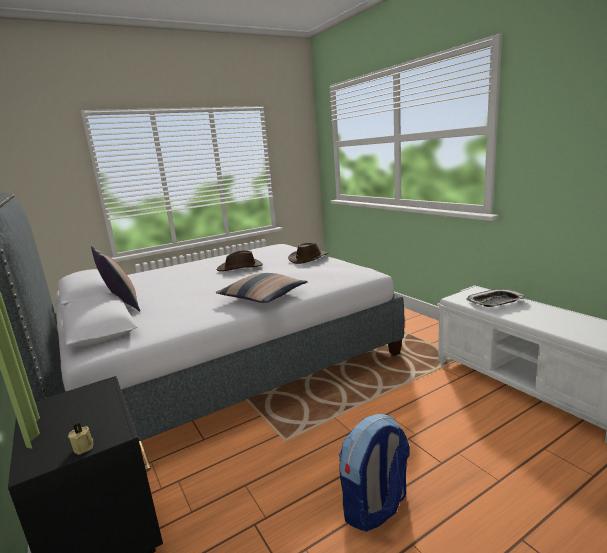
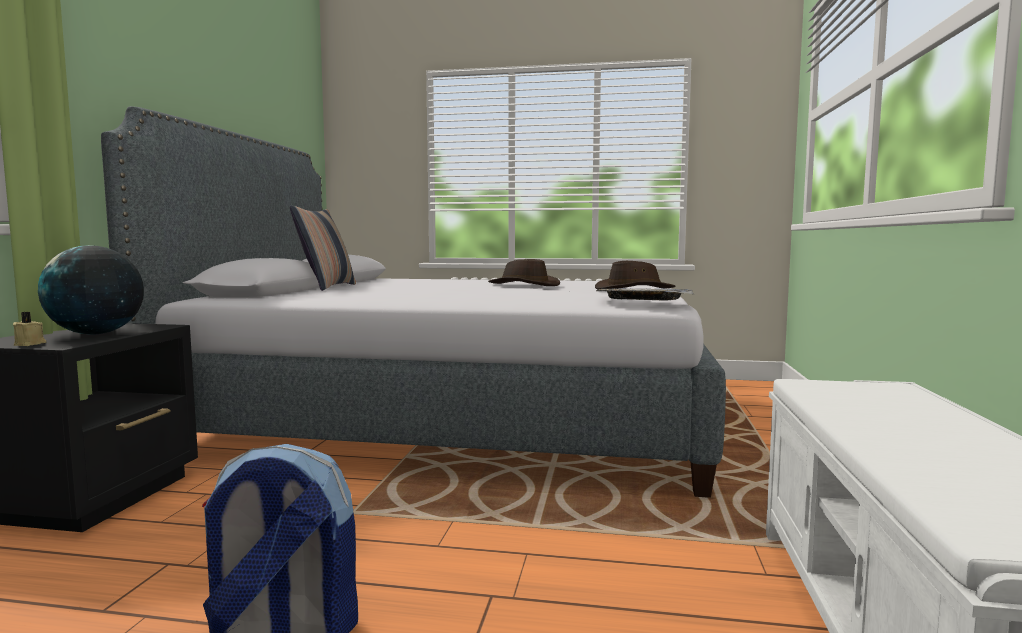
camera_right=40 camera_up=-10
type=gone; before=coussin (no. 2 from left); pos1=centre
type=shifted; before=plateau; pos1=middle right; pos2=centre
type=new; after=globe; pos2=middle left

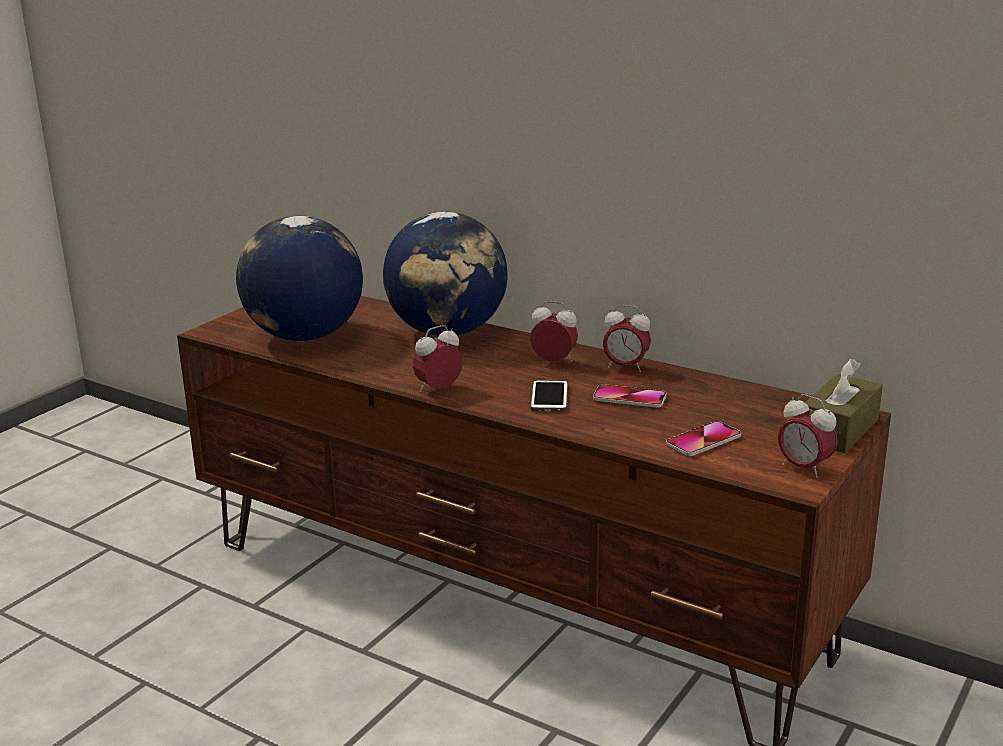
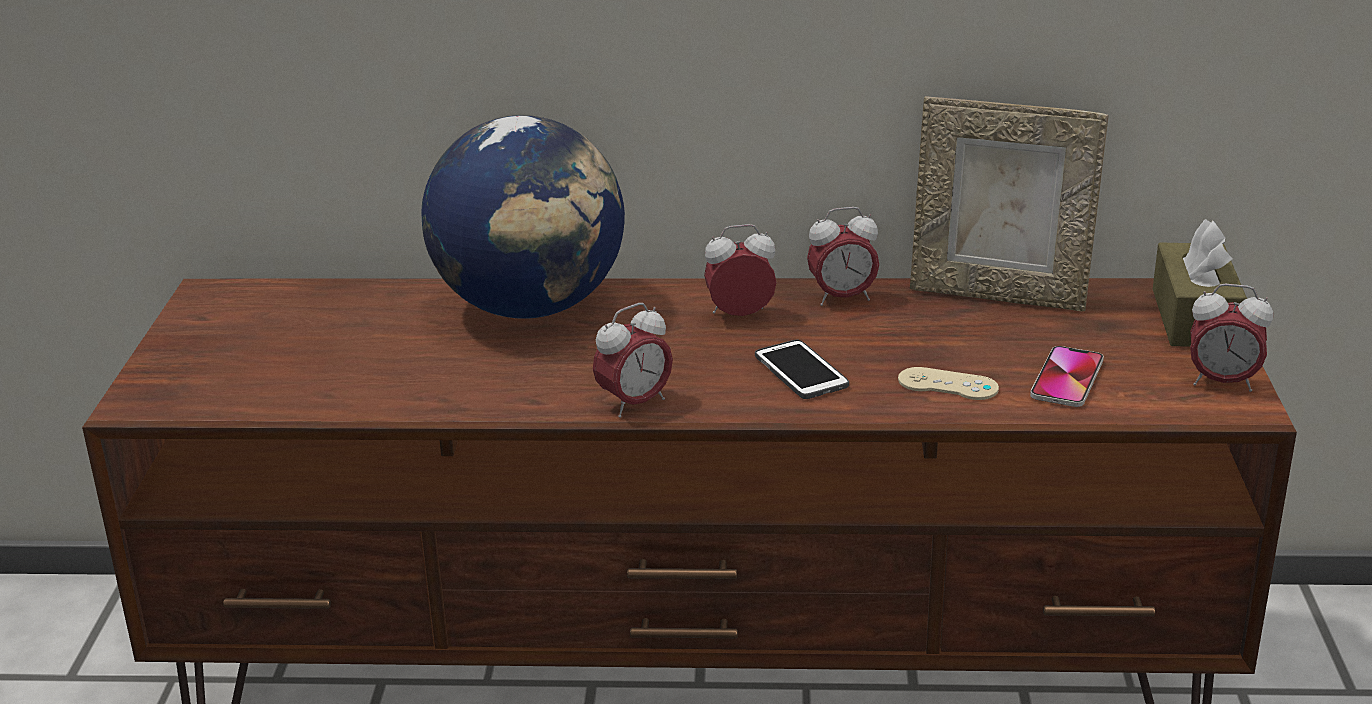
camera_right=-30 camera_up=5
type=gone; before=globe (no. 1 from left); pos1=middle left
type=rotated; before=réveil (no. 1 from left); pos1=centre; pos2=centre; turn=-150
type=gone; before=téléphone (no. 2 from left); pos1=centre
type=new; after=cadre photo; pos2=top right
type=new; after=manette [beige]; pos2=middle right

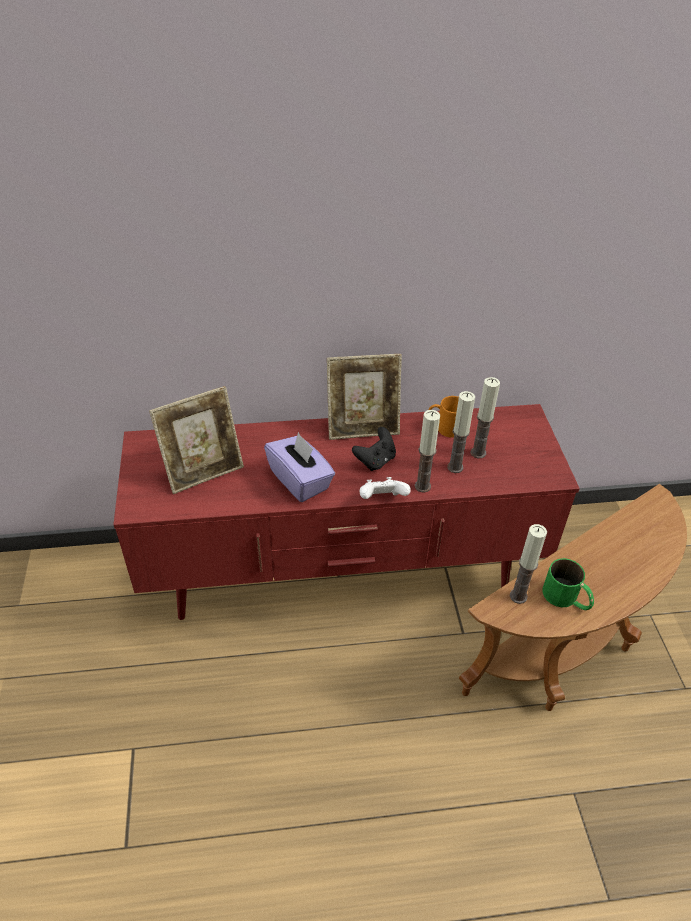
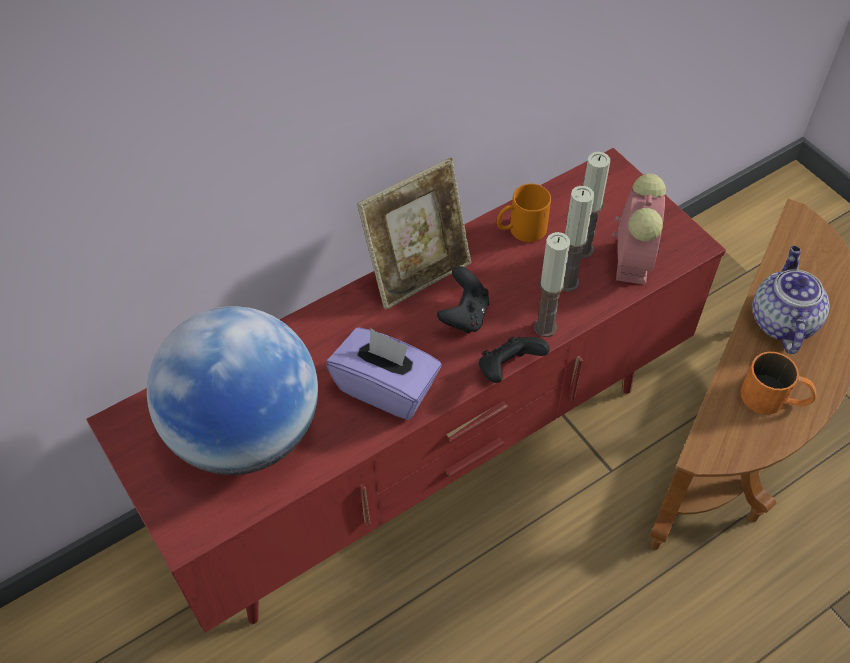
camera_right=-25 camera_up=10
type=swapped; before=cadre photo (no. 1 from left); after=globe; pos1=middle left; pos2=middle left
type=repainted; before=manette [blanc]; after=manette [noir] (no. 2 from left); pos1=centre; pos2=centre
type=gone; before=bougie (no. 4 from left); pos1=middle right
type=repainted; before=mug [vert]; after=mug [orange] (no. 2 from left); pos1=middle right; pos2=middle right
type=new; after=réveil; pos2=middle right
type=new; after=théière; pos2=middle right

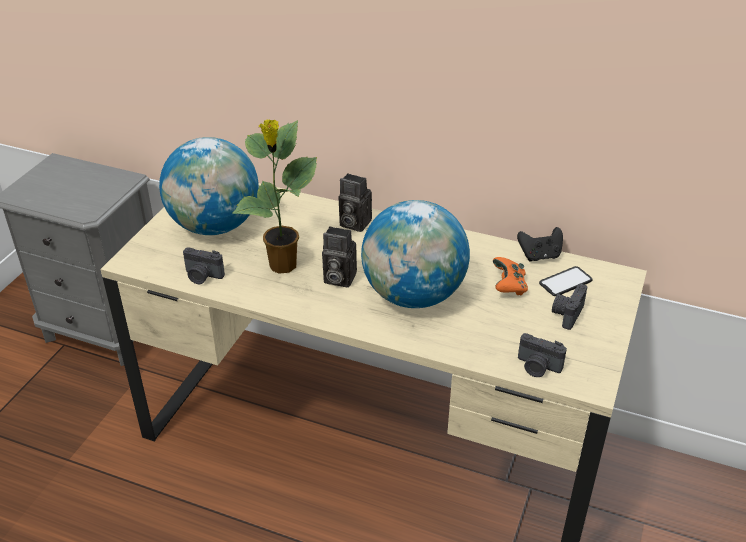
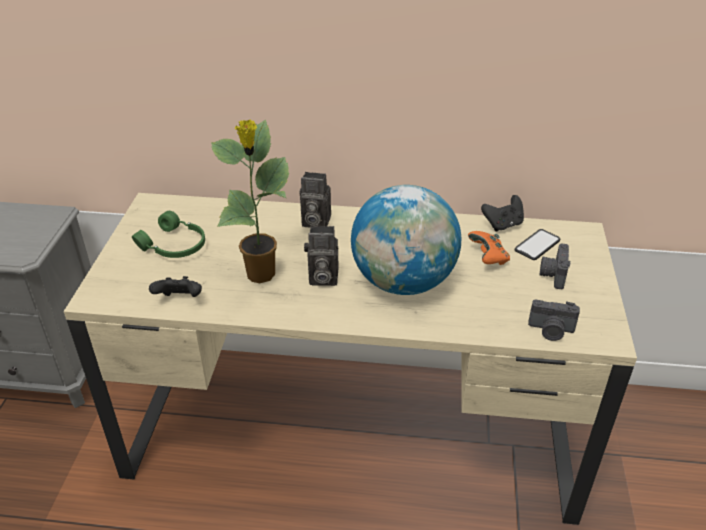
camera_right=-15 camera_up=0
type=swapped; before=globe (no. 1 from left); after=casque audio [vert]; pos1=middle left; pos2=middle left
type=swapped; before=appareil photo (no. 1 from left); after=manette [noir] (no. 1 from left); pos1=middle left; pos2=middle left

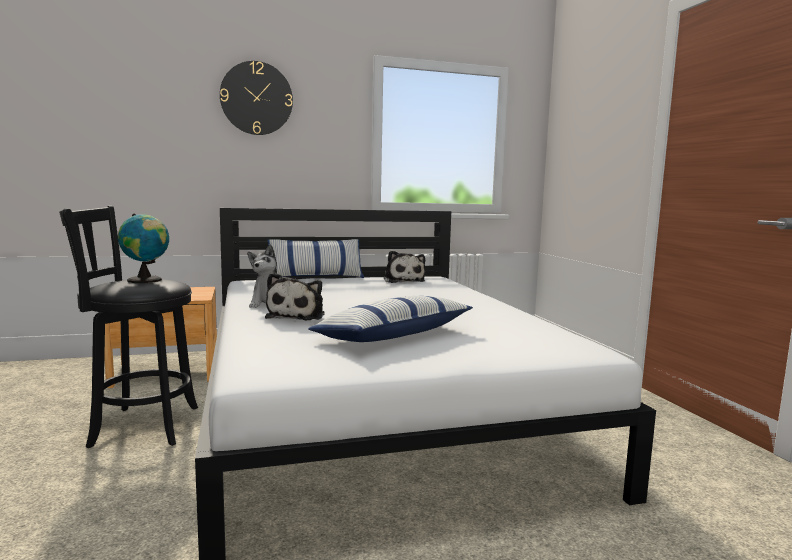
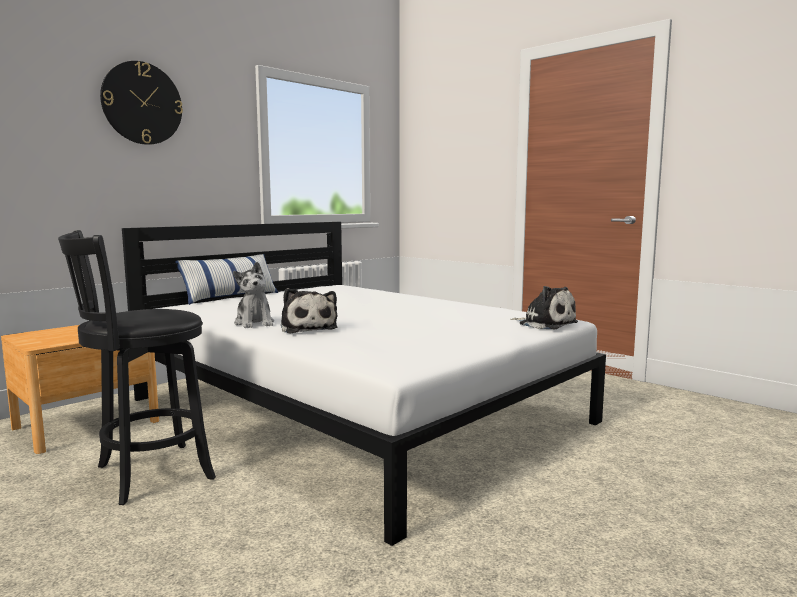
camera_right=-30 camera_up=0
type=gone; before=globe; pos1=middle left
type=shifted; before=peluche (no. 3 from left); pos1=centre; pos2=middle right
type=gone; before=coussin (no. 2 from left); pos1=centre

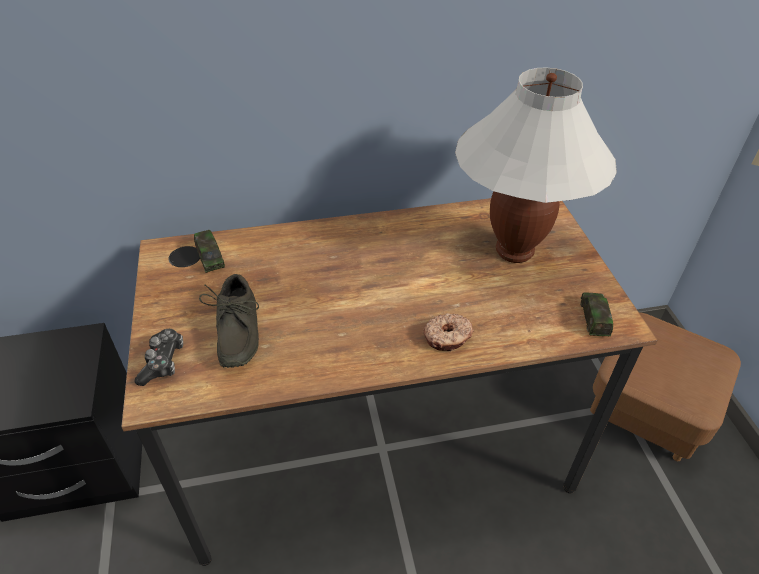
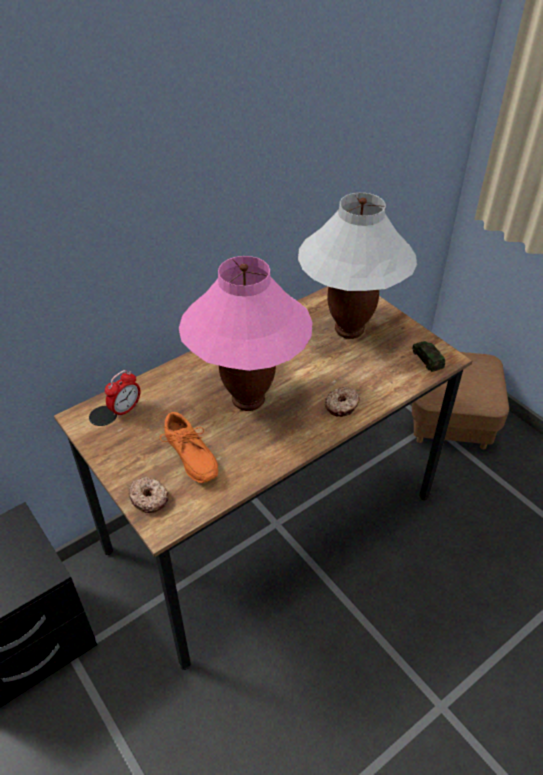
camera_right=-25 camera_up=0
type=swapped; before=petite voiture (no. 1 from left); after=réveil; pos1=middle left; pos2=middle left
type=repainted; before=chaussure [gris]; after=chaussure [orange]; pos1=middle left; pos2=centre
type=swapped; before=manette; after=beignet (no. 1 from left); pos1=middle left; pos2=middle left
type=new; after=lampe de table [rose]; pos2=centre

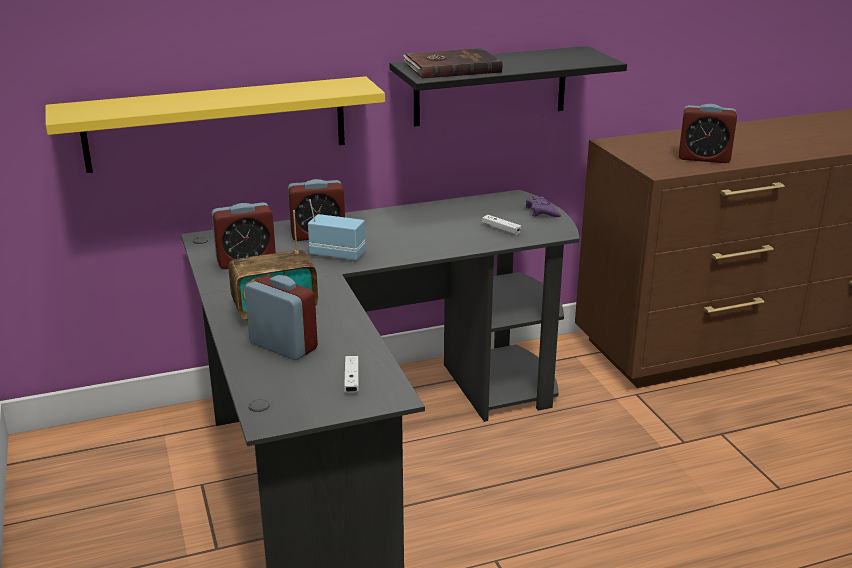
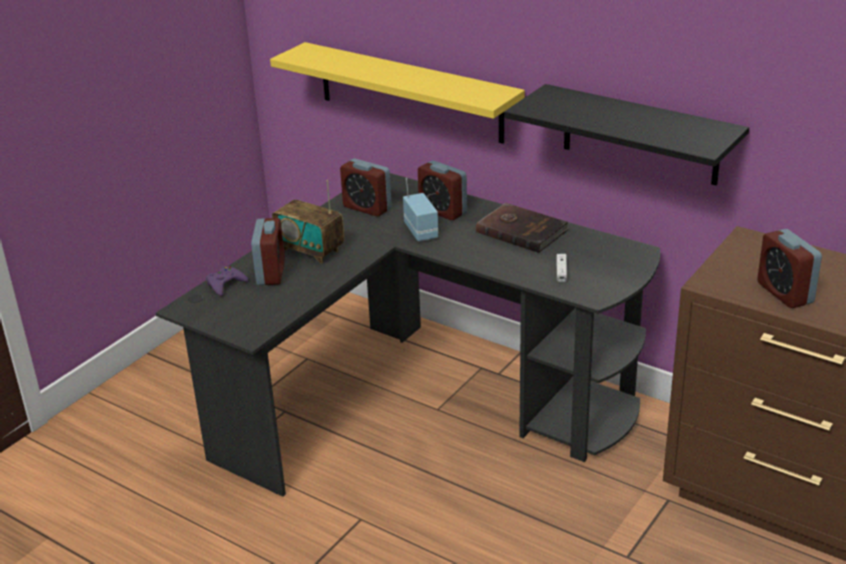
camera_right=55 camera_up=5
type=shifted; before=livre [marron]; pos1=top centre; pos2=centre
type=shifted; before=manette [violet]; pos1=centre; pos2=middle left
type=gone; before=manette [blanc] (no. 1 from left); pos1=centre

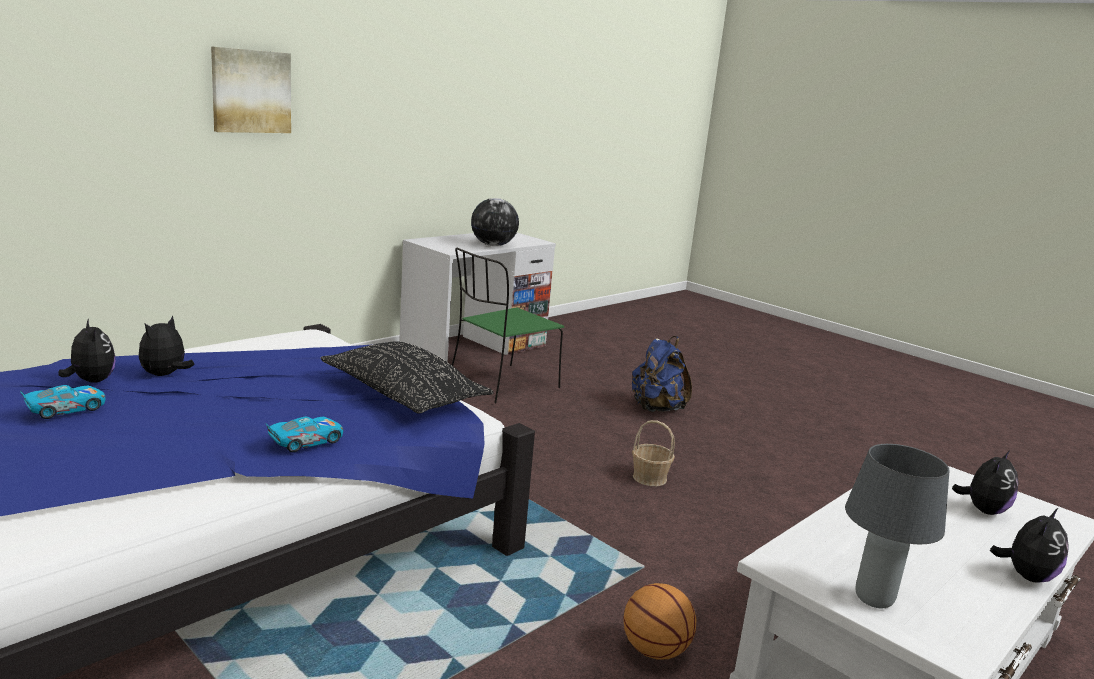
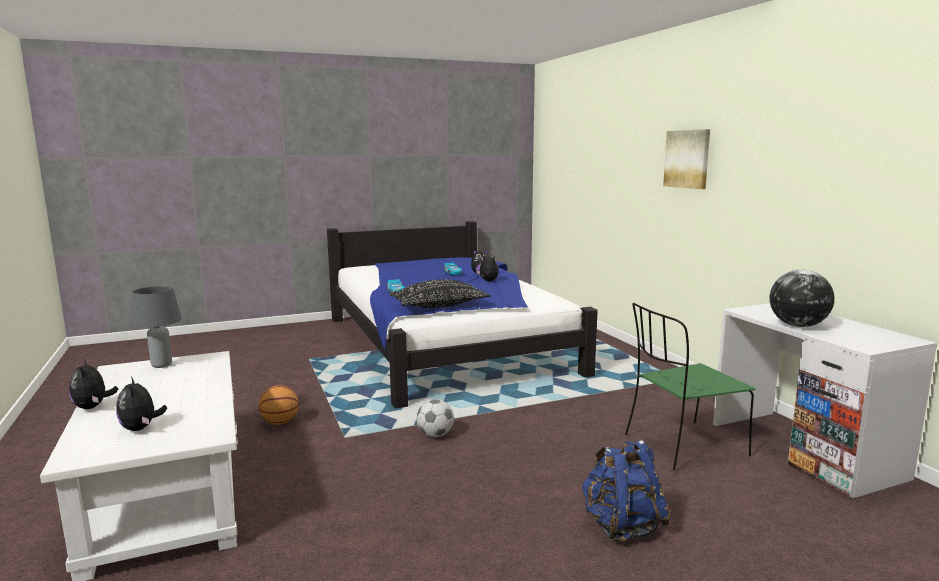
camera_right=115 camera_up=-5
type=rotated; before=chaise [vert]; pos1=centre; pos2=middle right; turn=-90
type=gone; before=panier; pos1=bottom centre
type=new; after=ballon de foot; pos2=bottom centre

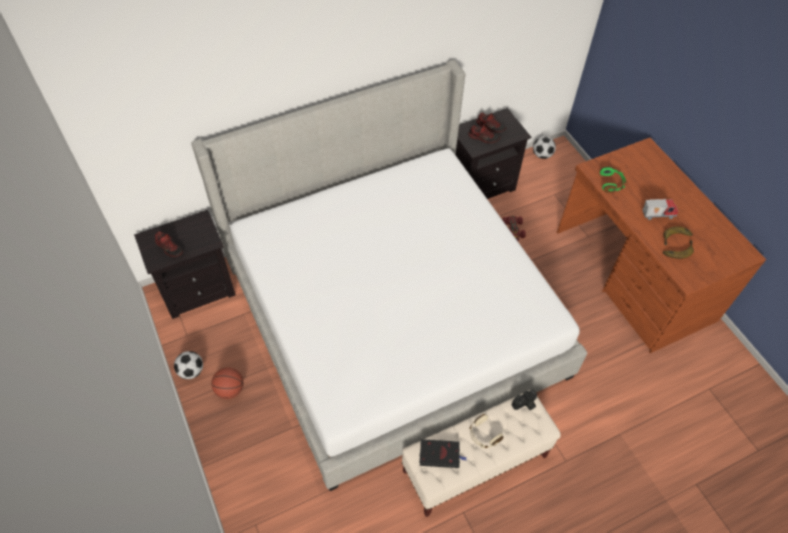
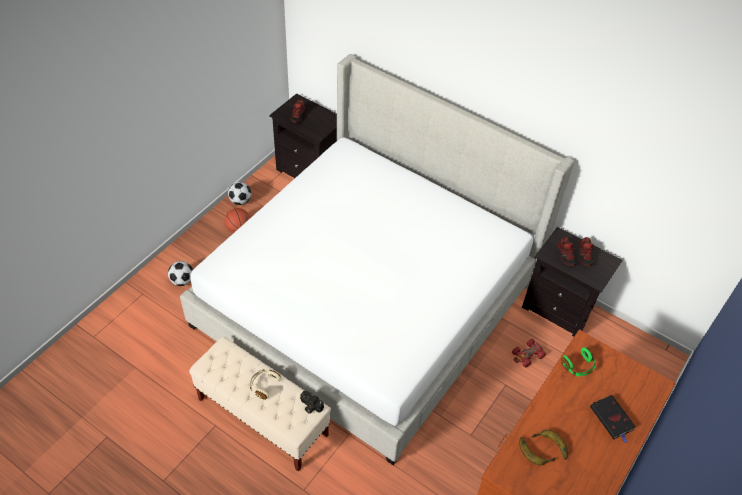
camera_right=60 camera_up=-5
type=shifted; before=ballon de foot (no. 2 from left in the first image); after=ballon de foot (no. 1 from left); pos1=top right; pos2=middle left
type=gone; before=camion jouet; pos1=middle right
type=shifted; before=livre [noir]; pos1=bottom centre; pos2=bottom right

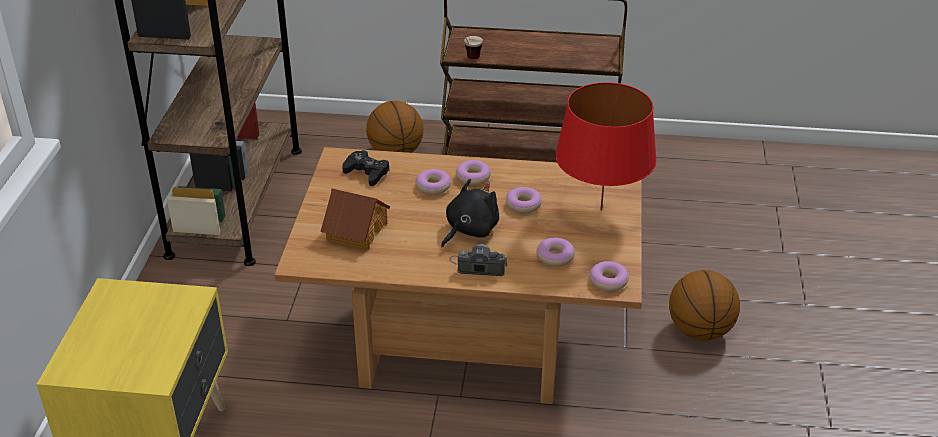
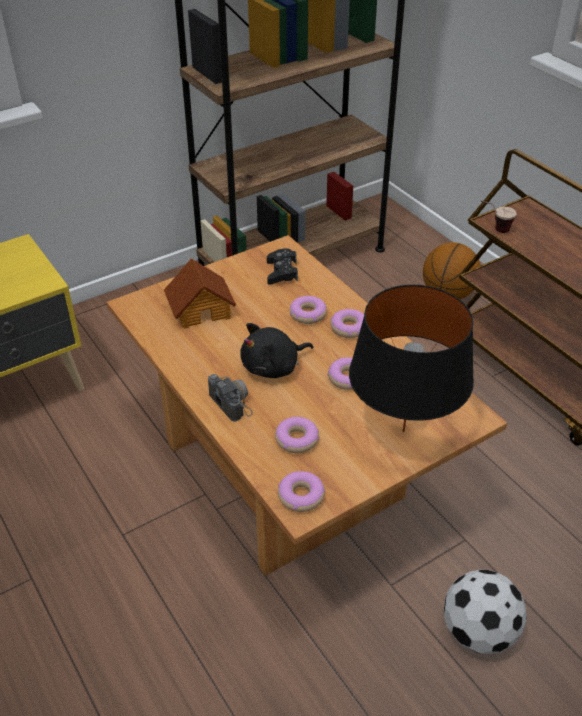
camera_right=50 camera_up=5
type=repainted; before=lampe de table [rouge]; after=lampe de table [noir]; pos1=centre; pos2=middle right
type=rotated; before=peluche [noir]; pos1=centre; pos2=centre; turn=150
type=swapped; before=ballon de basket (no. 2 from left); after=ballon de foot; pos1=bottom right; pos2=bottom right

